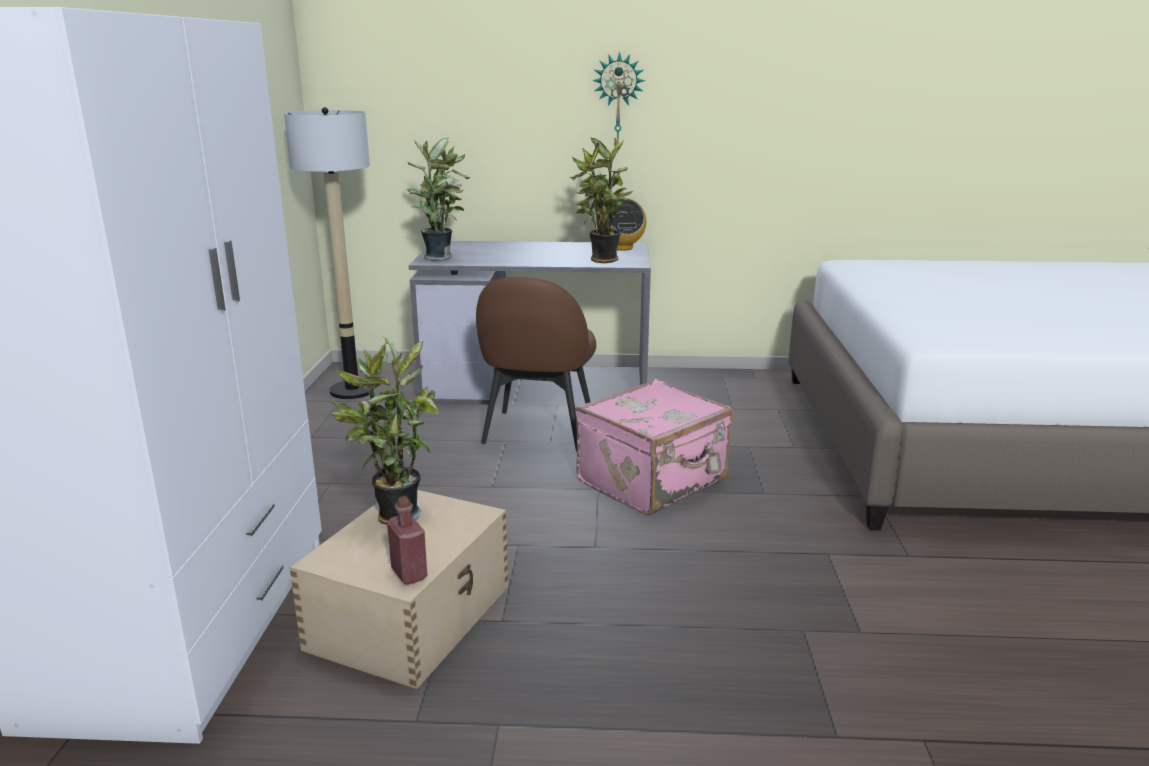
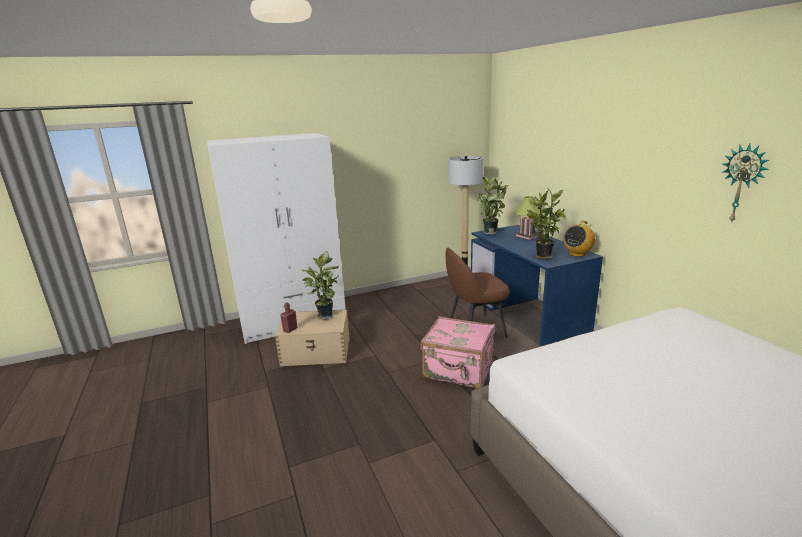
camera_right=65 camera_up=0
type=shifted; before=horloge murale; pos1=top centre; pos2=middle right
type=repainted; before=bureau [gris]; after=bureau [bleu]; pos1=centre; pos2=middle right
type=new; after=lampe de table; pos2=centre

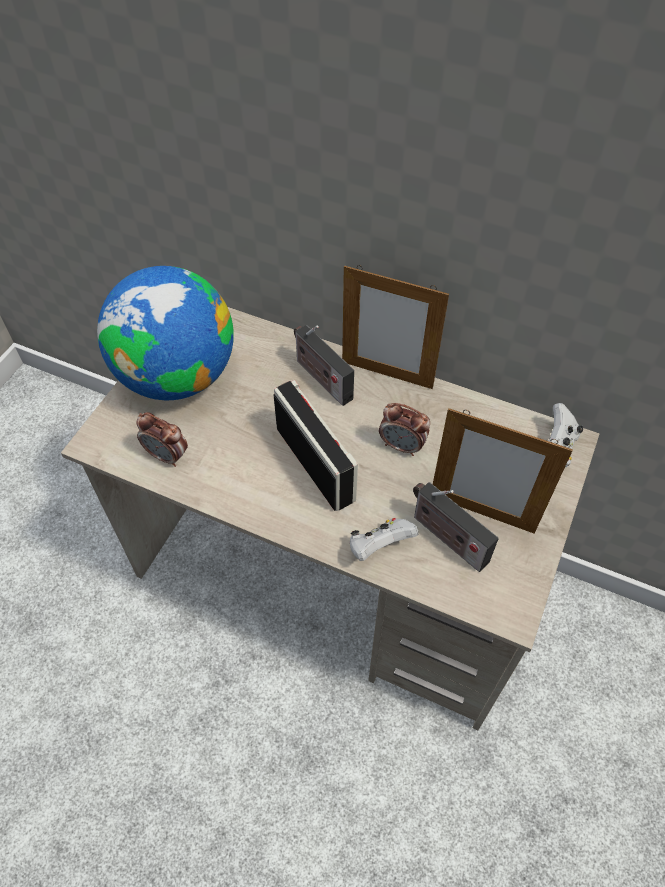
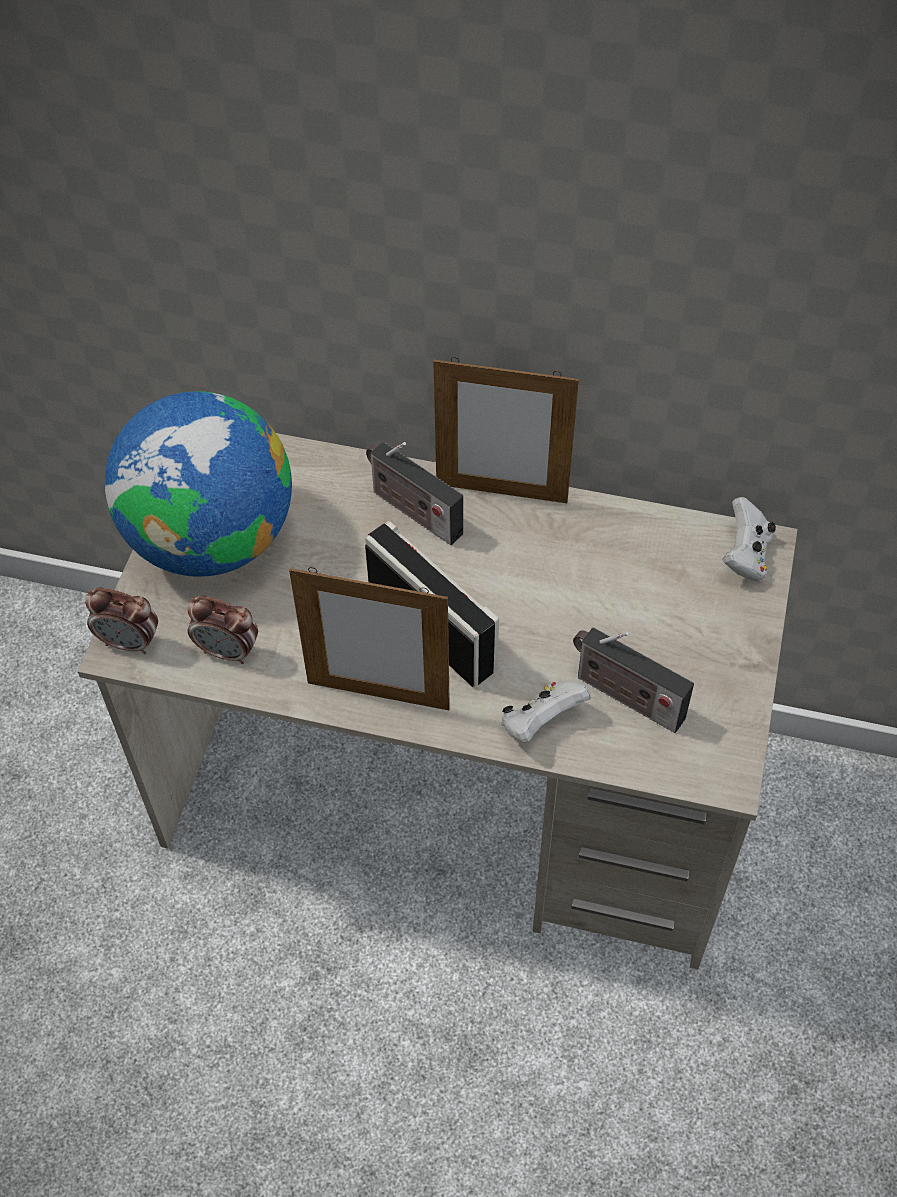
camera_right=-10 camera_up=0
type=shifted; before=réveil (no. 2 from left in the first image); after=réveil (no. 1 from left); pos1=centre; pos2=middle left
type=shifted; before=cadre photo (no. 2 from left in the first image); after=cadre photo (no. 1 from left); pos1=middle right; pos2=centre

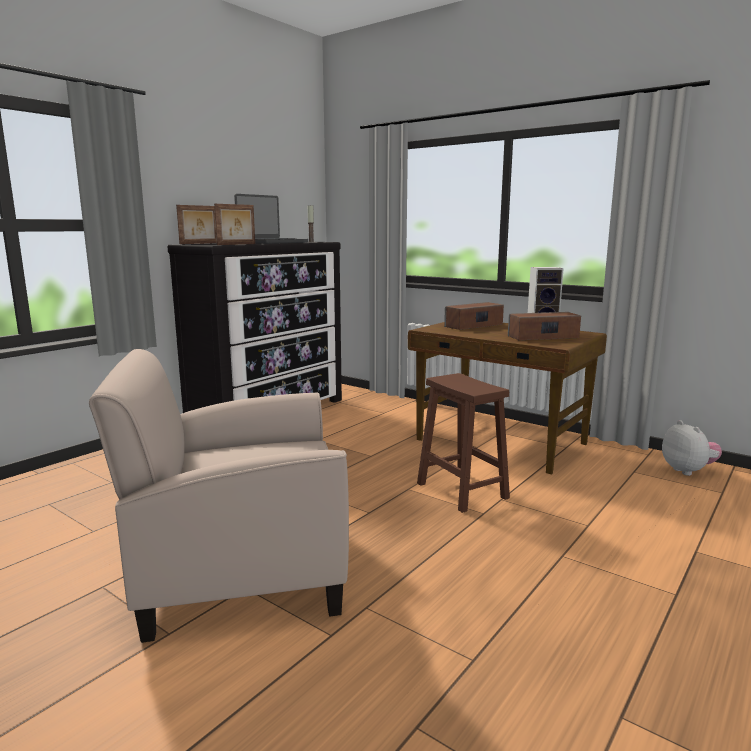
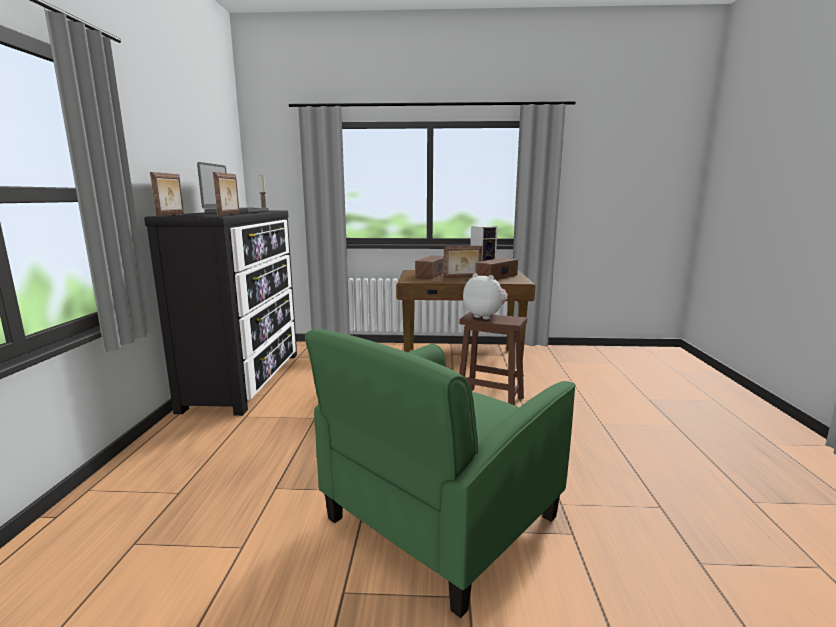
camera_right=-35 camera_up=0
type=repainted; before=fauteuil [beige]; after=fauteuil [vert]; pos1=middle left; pos2=bottom centre
type=shifted; before=peluche; pos1=middle right; pos2=centre
type=new; after=cadre photo (no. 3 from left); pos2=centre

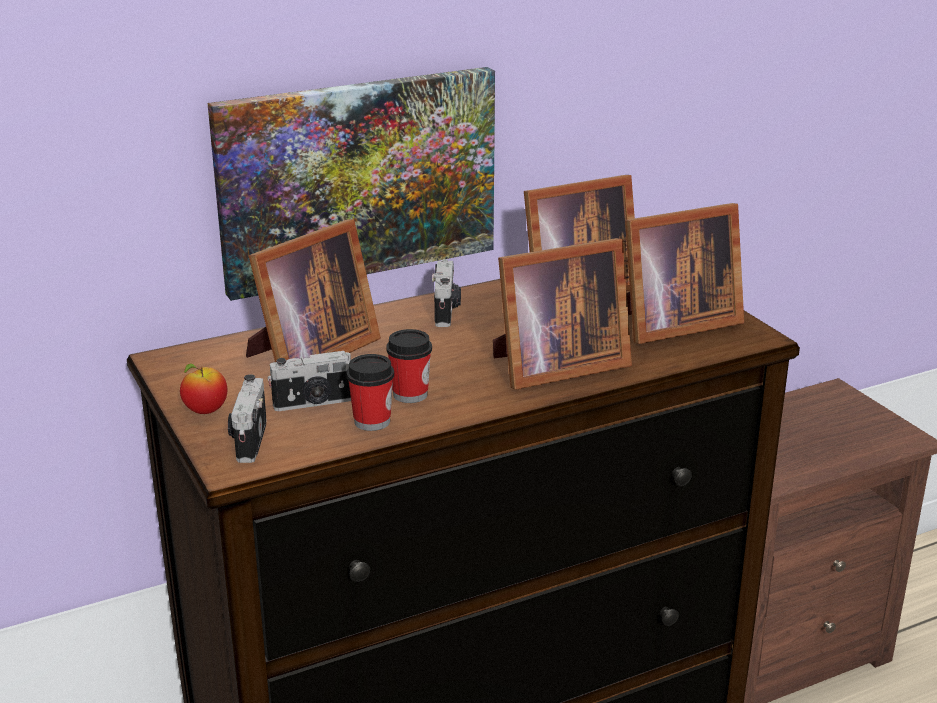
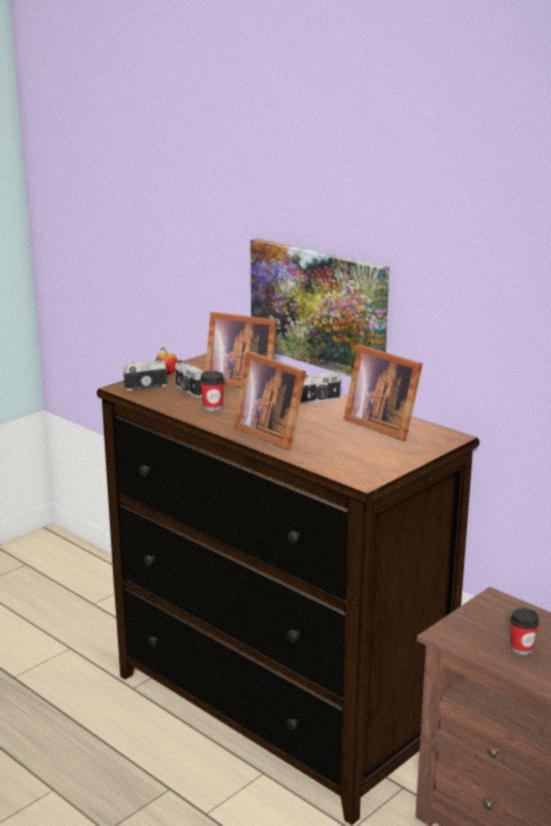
camera_right=70 camera_up=-5
type=gone; before=cadre photo (no. 4 from left); pos1=middle right
type=shifted; before=tasse (no. 1 from left in the first image); after=tasse (no. 2 from left); pos1=centre; pos2=bottom right

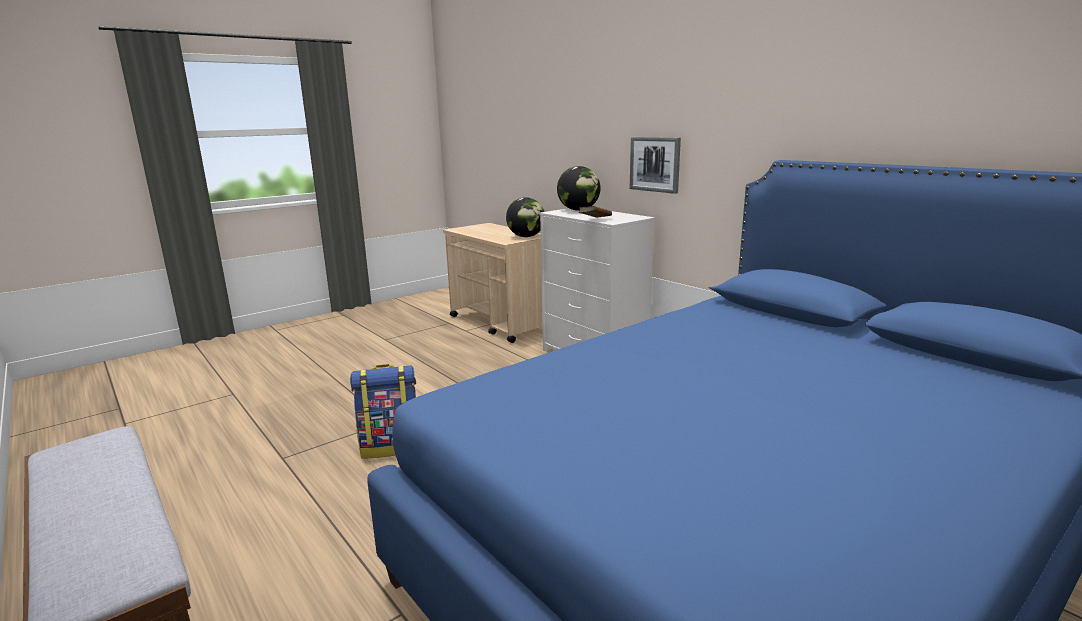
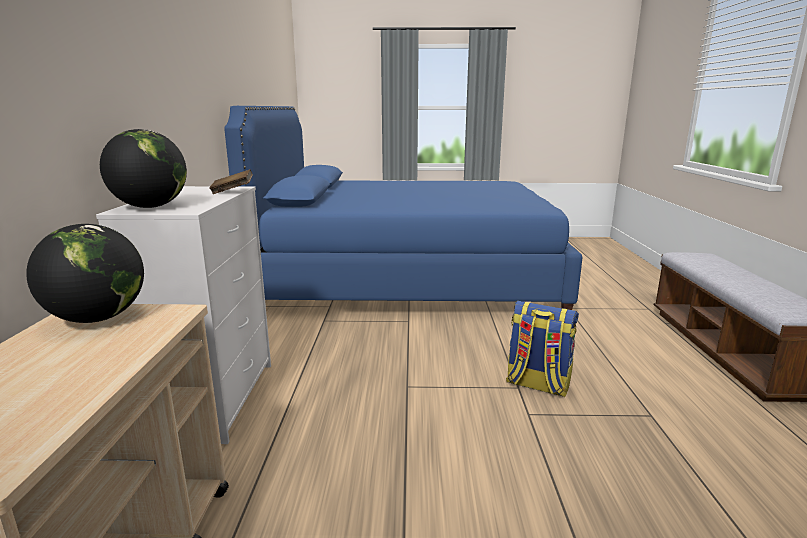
camera_right=-140 camera_up=0
type=gone; before=tableau; pos1=top centre

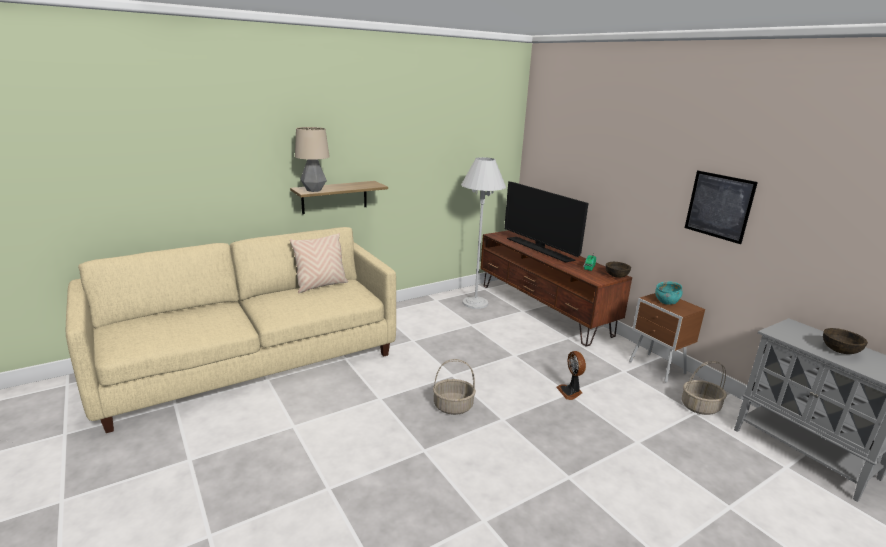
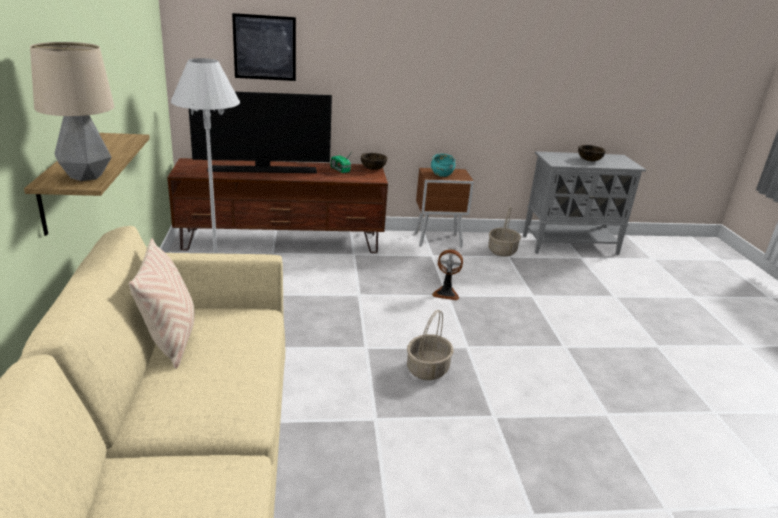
camera_right=-65 camera_up=5
type=shifted; before=tableau; pos1=middle right; pos2=top centre

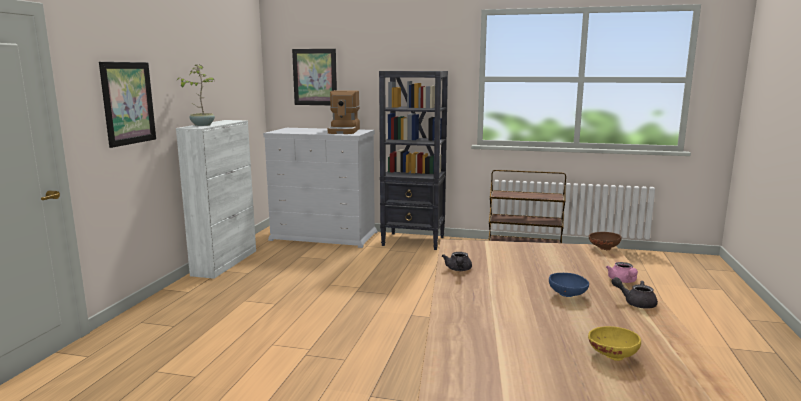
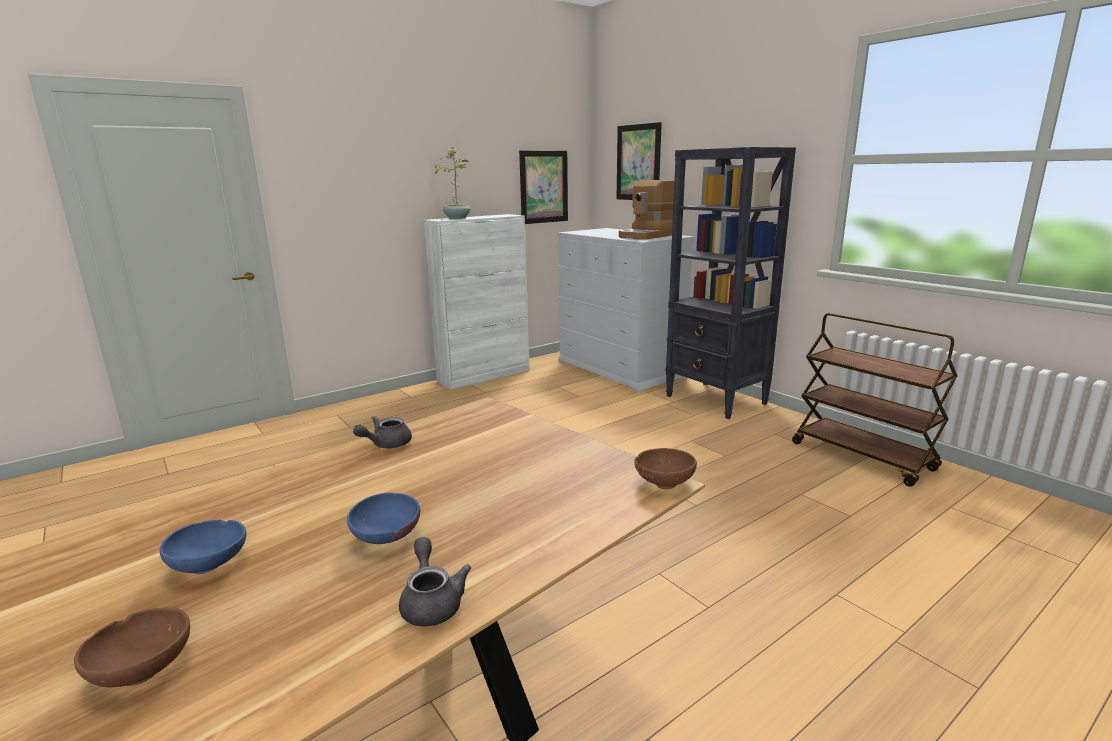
camera_right=40 camera_up=5
type=shifted; before=tableau (no. 1 from left); pos1=top left; pos2=top centre
type=gone; before=théière [rose]; pos1=bottom right
type=repainted; before=bol [jaune]; after=bol [marron] (no. 1 from left); pos1=bottom right; pos2=bottom left
type=new; after=bol [bleu] (no. 1 from left); pos2=bottom left

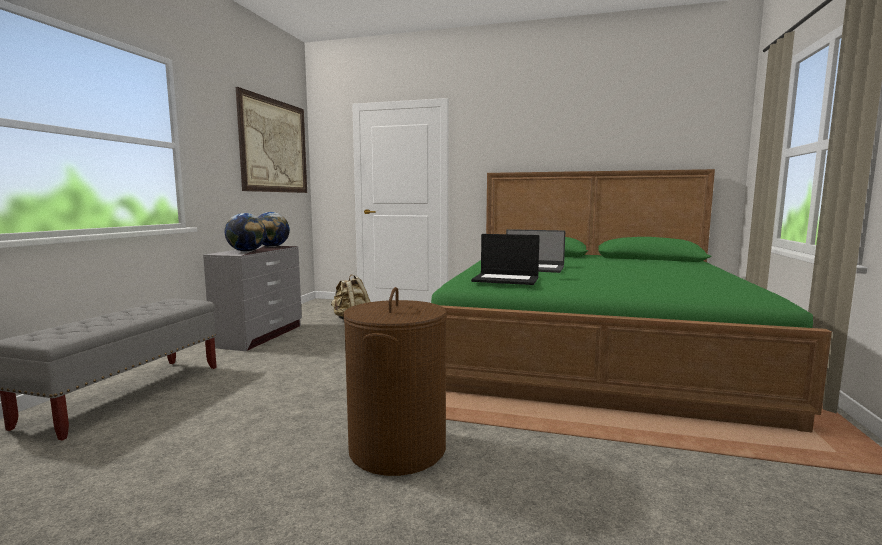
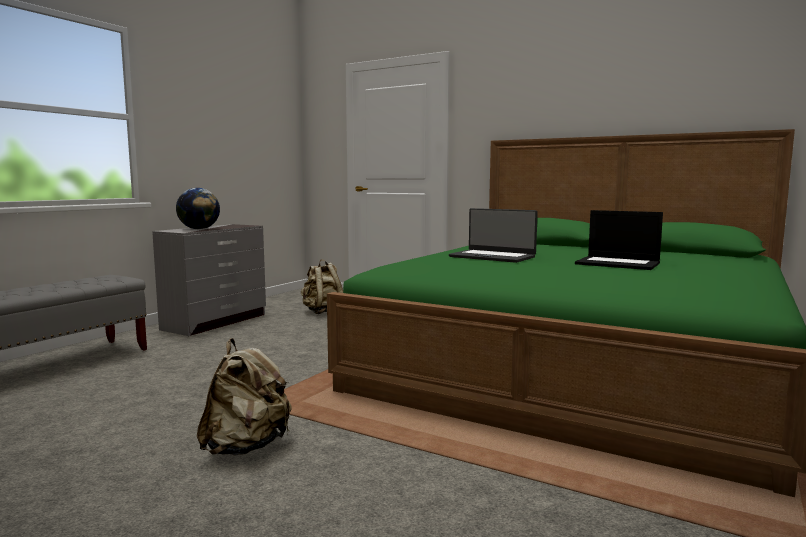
camera_right=15 camera_up=0
type=gone; before=tableau; pos1=top left
type=gone; before=globe (no. 2 from left); pos1=middle left
type=shifted; before=ordinateur portable (no. 1 from left in the first image); after=ordinateur portable (no. 2 from left); pos1=centre; pos2=middle right
type=swapped; before=panier à linge [marron]; after=sac à dos [beige] (no. 1 from left); pos1=bottom centre; pos2=bottom left

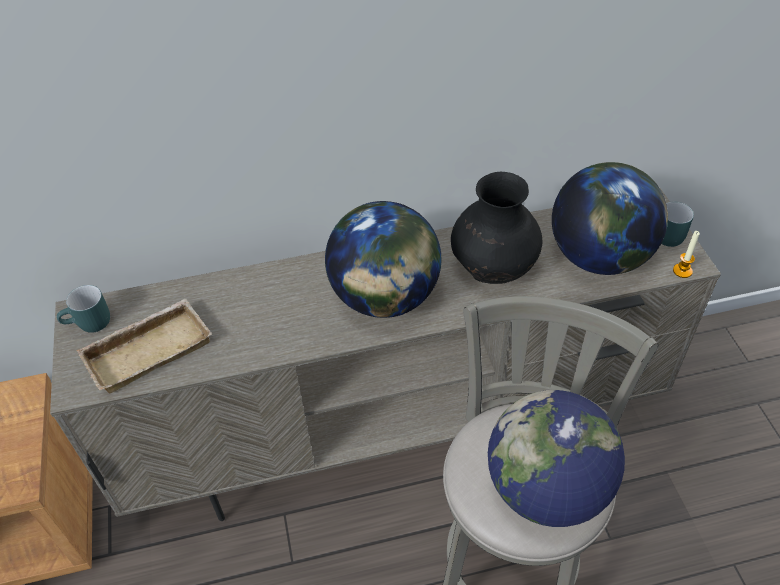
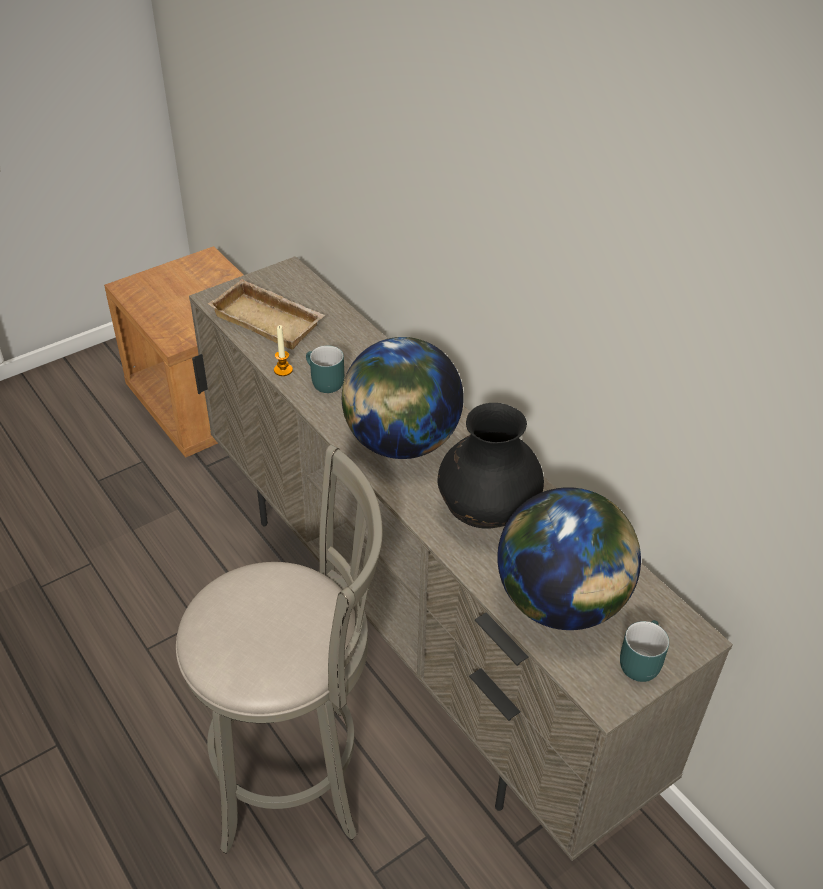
camera_right=65 camera_up=-5
type=shifted; before=bougie; pos1=middle right; pos2=centre
type=shifted; before=mug [turquoise] (no. 1 from left); pos1=middle left; pos2=centre
type=gone; before=globe (no. 2 from left); pos1=bottom right

